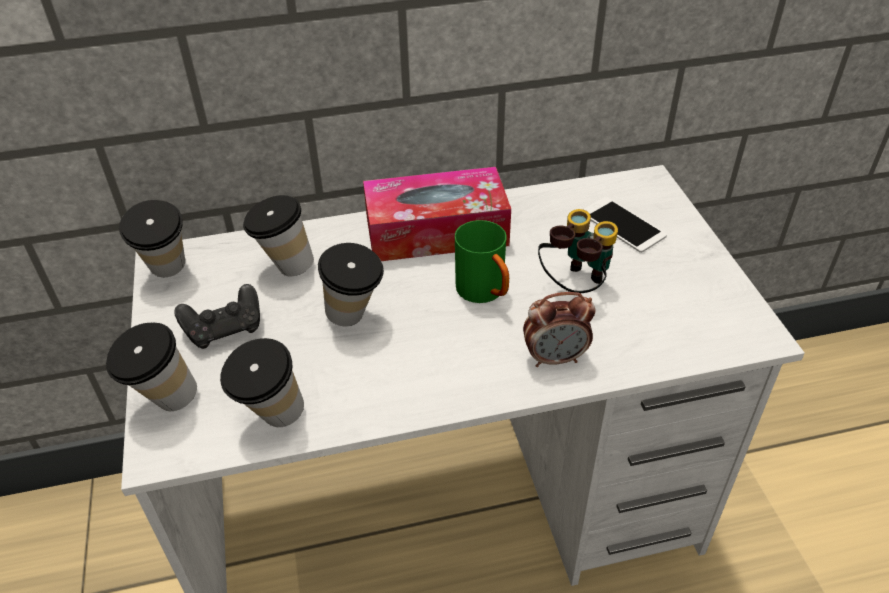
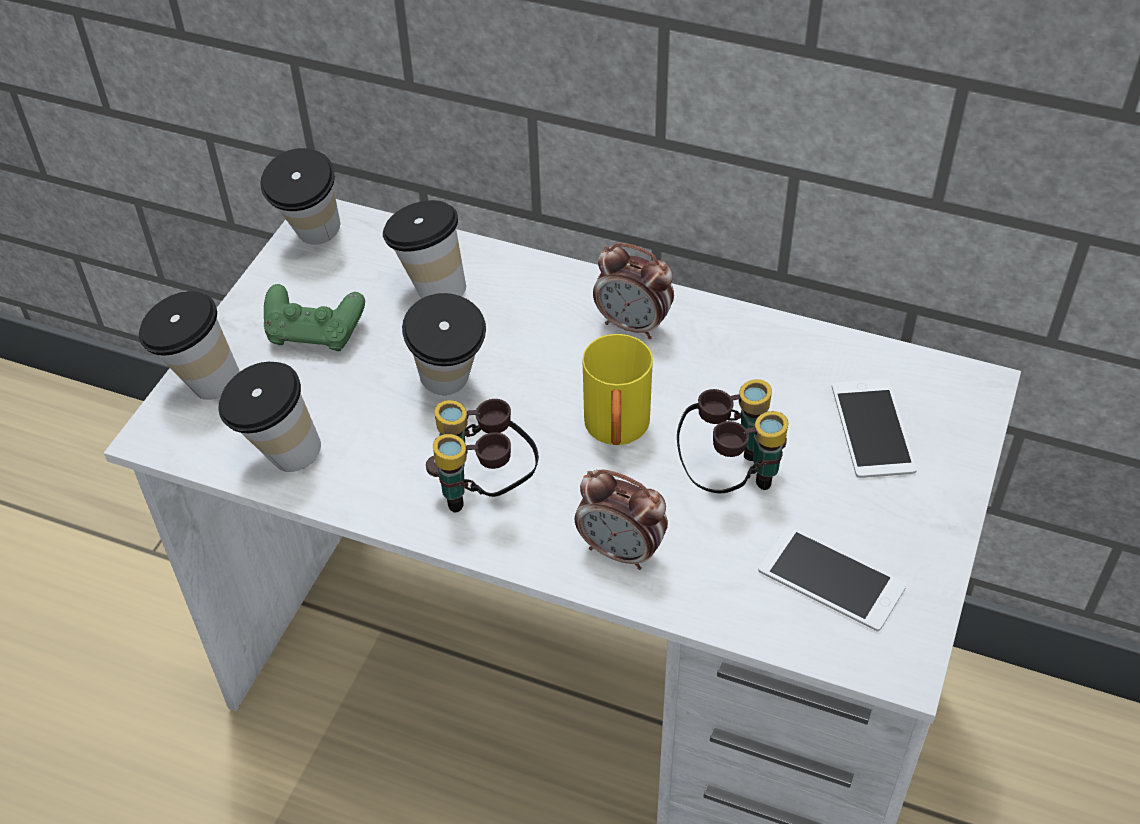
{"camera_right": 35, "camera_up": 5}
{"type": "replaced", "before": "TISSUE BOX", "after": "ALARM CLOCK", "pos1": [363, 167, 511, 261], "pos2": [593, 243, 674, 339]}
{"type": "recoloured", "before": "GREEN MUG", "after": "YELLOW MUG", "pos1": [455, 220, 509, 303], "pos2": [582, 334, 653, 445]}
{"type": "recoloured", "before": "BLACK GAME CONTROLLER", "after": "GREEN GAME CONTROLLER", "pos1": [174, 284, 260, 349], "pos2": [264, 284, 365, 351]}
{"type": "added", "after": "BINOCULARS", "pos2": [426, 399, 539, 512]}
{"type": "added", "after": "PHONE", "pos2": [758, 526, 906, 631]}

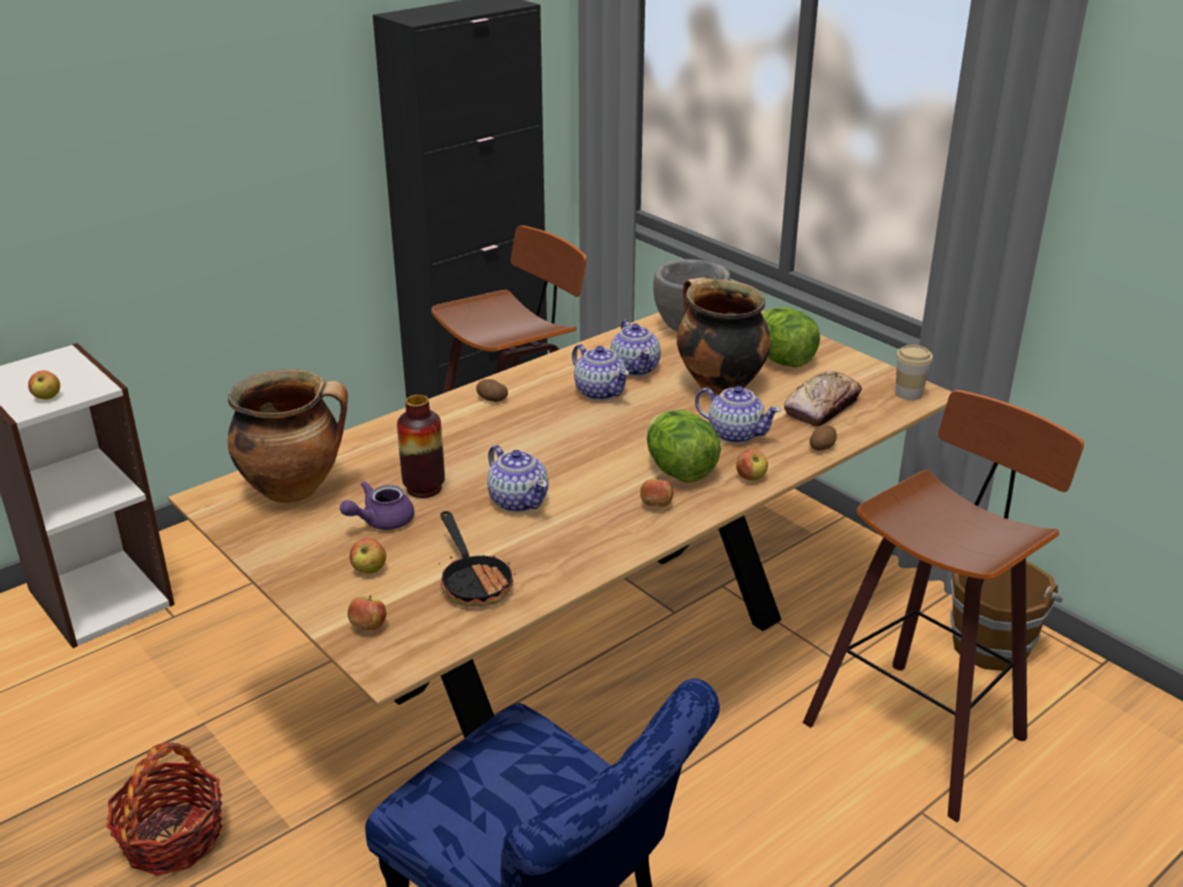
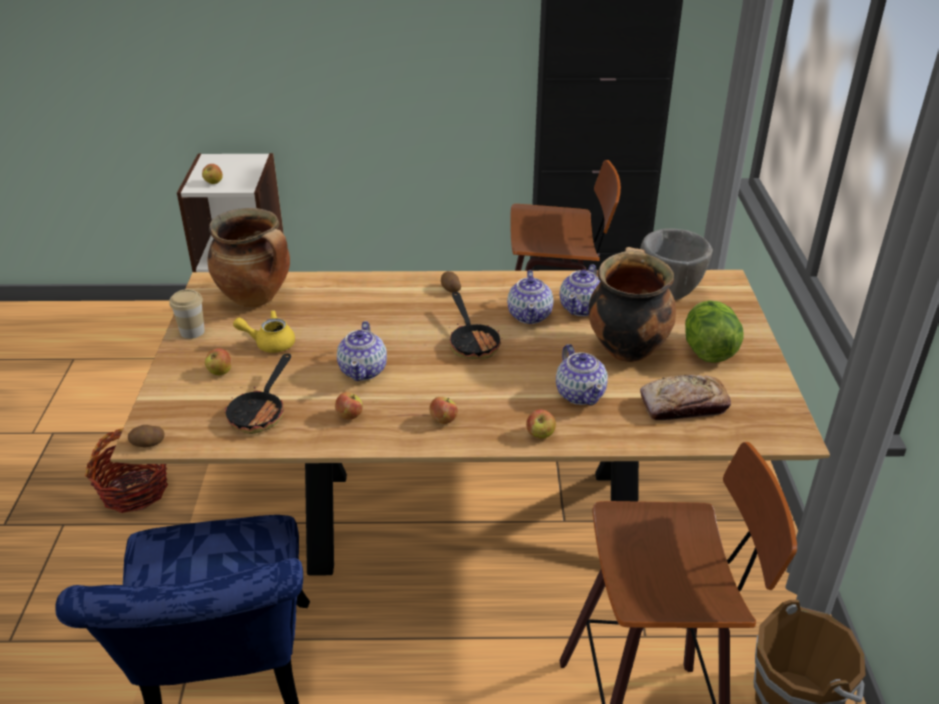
{"camera_right": 40, "camera_up": 5}
{"type": "moved", "before": "CUP", "pos1": [895, 345, 933, 400], "pos2": [169, 289, 205, 339]}
{"type": "removed", "before": "VASE", "pos1": [397, 395, 445, 498]}
{"type": "removed", "before": "LETTUCE", "pos1": [647, 410, 721, 483]}
{"type": "moved", "before": "POTATO", "pos1": [810, 425, 837, 450], "pos2": [128, 425, 165, 448]}
{"type": "recoloured", "before": "PURPLE TEAPOT", "after": "YELLOW TEAPOT", "pos1": [340, 481, 414, 530], "pos2": [233, 310, 295, 353]}
{"type": "moved", "before": "APPLE", "pos1": [348, 595, 386, 631], "pos2": [335, 392, 363, 420]}
{"type": "added", "after": "FRYING PAN", "pos2": [449, 292, 503, 359]}

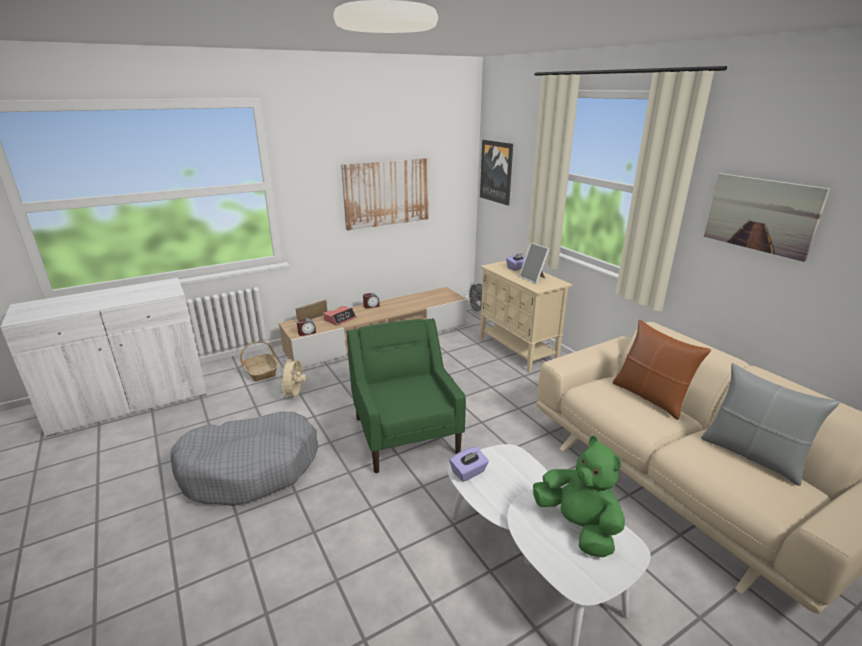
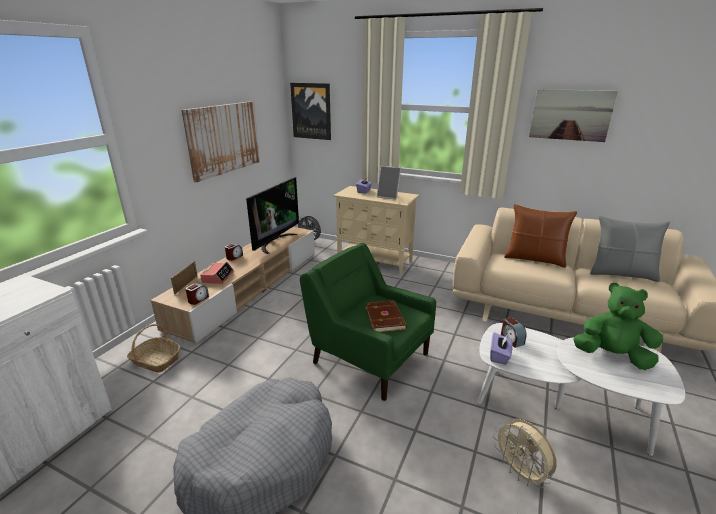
{"camera_right": -35, "camera_up": 0}
{"type": "moved", "before": "BEIGE FAN", "pos1": [279, 356, 306, 400], "pos2": [493, 419, 557, 488]}
{"type": "added", "after": "TELEVISION", "pos2": [246, 177, 299, 254]}
{"type": "added", "after": "BROWN BOOK", "pos2": [365, 301, 407, 332]}
{"type": "added", "after": "ALARM CLOCK", "pos2": [501, 317, 527, 348]}

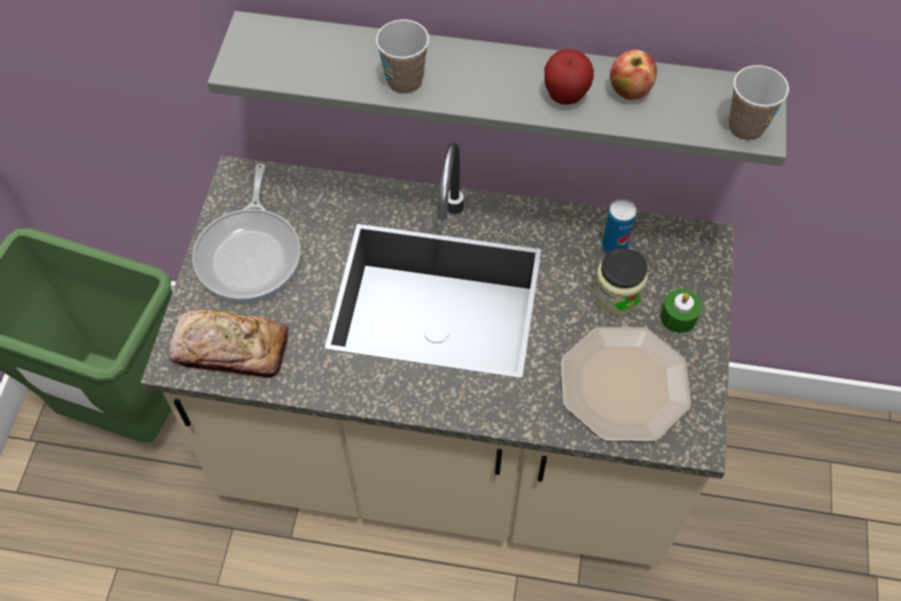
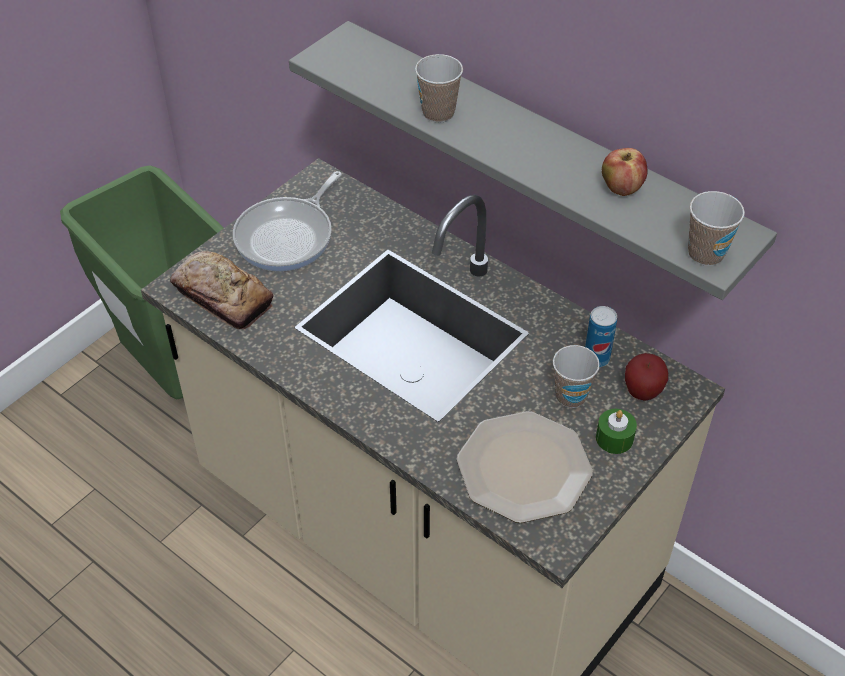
{"camera_right": 30, "camera_up": -10}
{"type": "moved", "before": "APPLE", "pos1": [544, 49, 594, 105], "pos2": [625, 353, 668, 401]}
{"type": "replaced", "before": "JAR", "after": "CUP", "pos1": [593, 248, 648, 315], "pos2": [553, 345, 600, 408]}

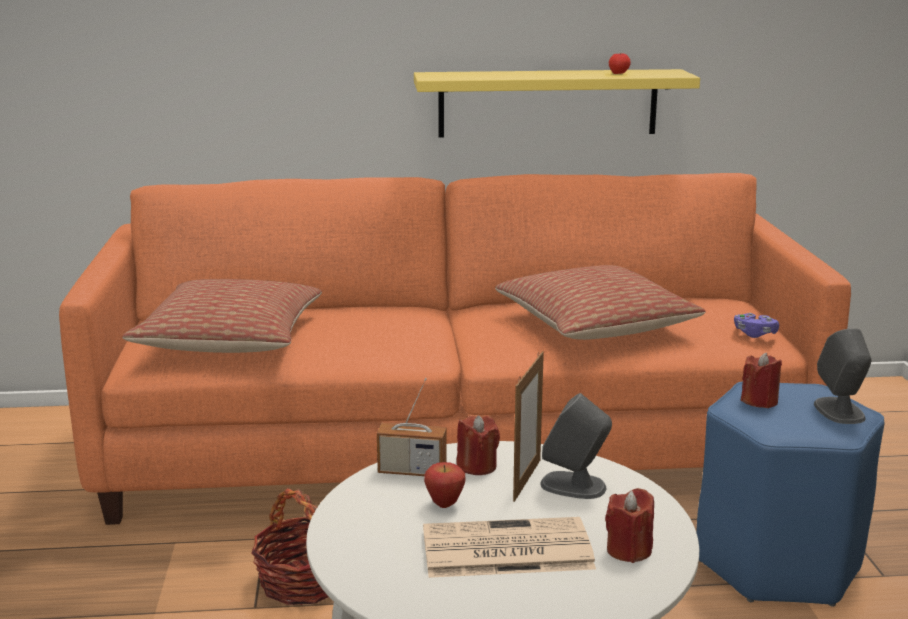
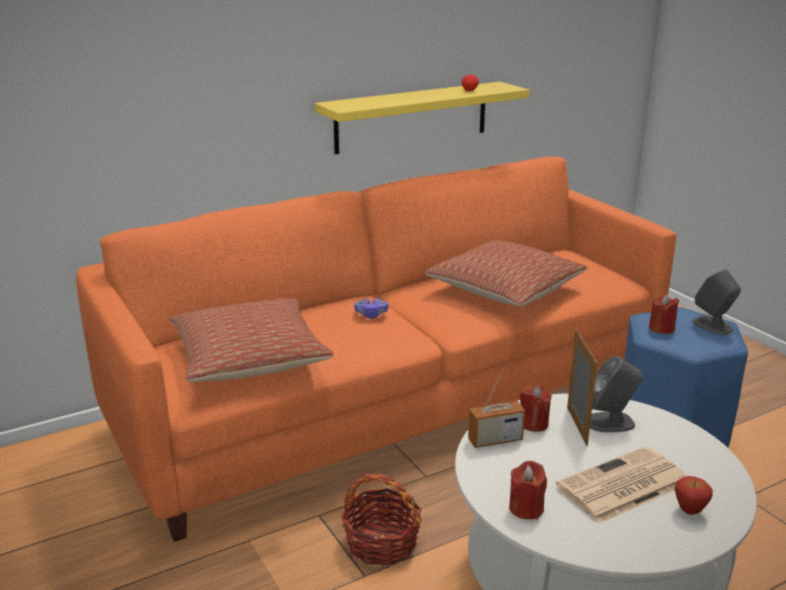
{"camera_right": -25, "camera_up": 5}
{"type": "moved", "before": "PURPLE GAME CONTROLLER", "pos1": [734, 313, 779, 338], "pos2": [354, 299, 388, 319]}
{"type": "moved", "before": "APPLE", "pos1": [424, 462, 466, 508], "pos2": [674, 476, 713, 515]}
{"type": "moved", "before": "RED CANDLE", "pos1": [605, 488, 654, 563], "pos2": [509, 461, 547, 519]}

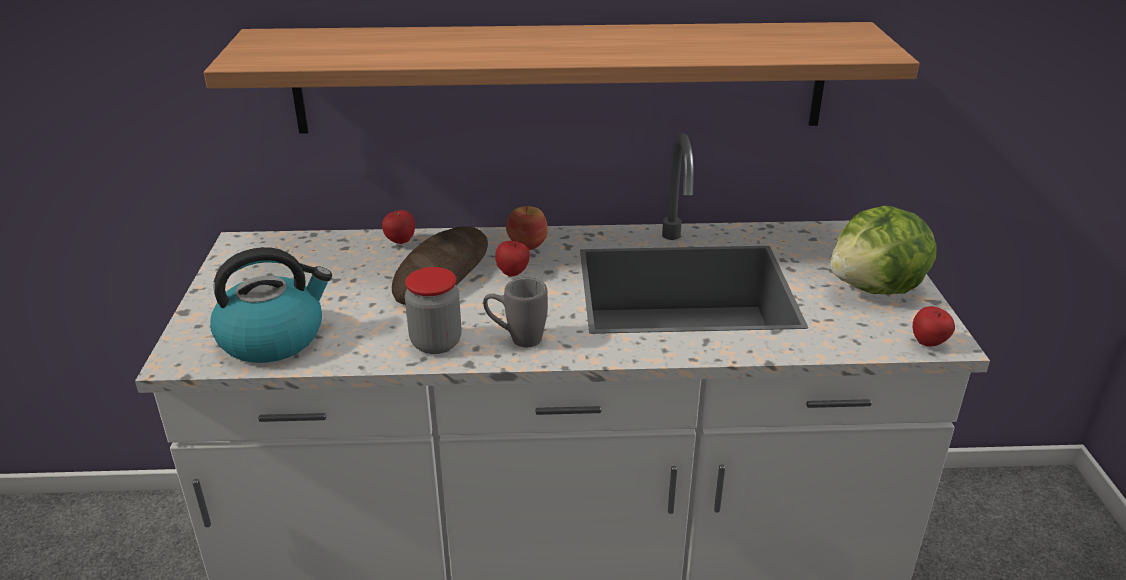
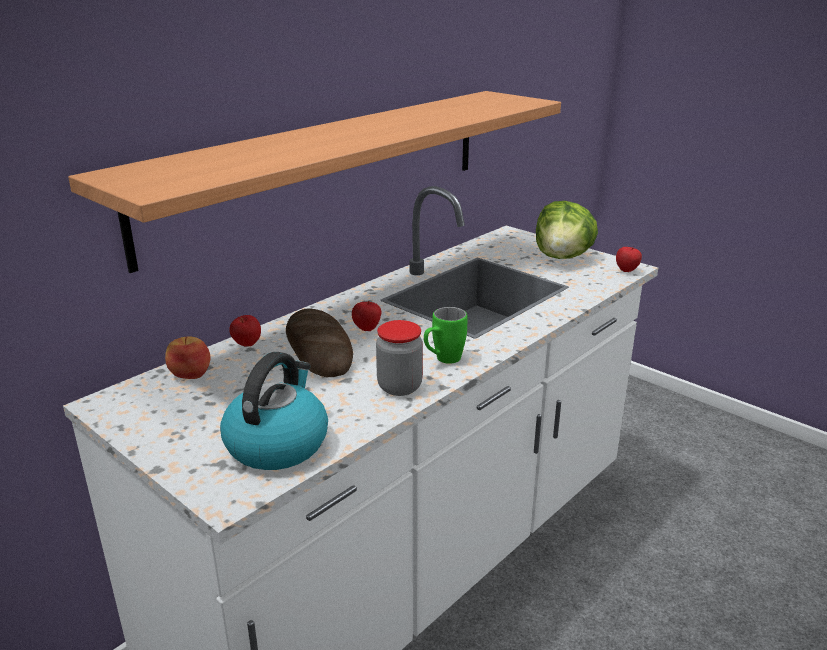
{"camera_right": -45, "camera_up": -5}
{"type": "moved", "before": "APPLE", "pos1": [506, 206, 548, 250], "pos2": [165, 337, 210, 379]}
{"type": "recoloured", "before": "GREY MUG", "after": "GREEN MUG", "pos1": [483, 278, 548, 347], "pos2": [424, 307, 468, 364]}

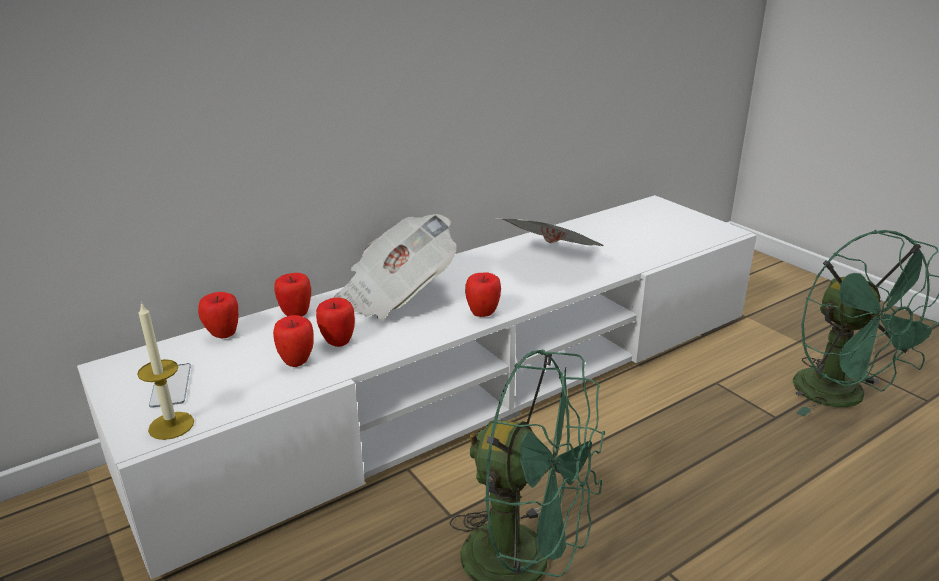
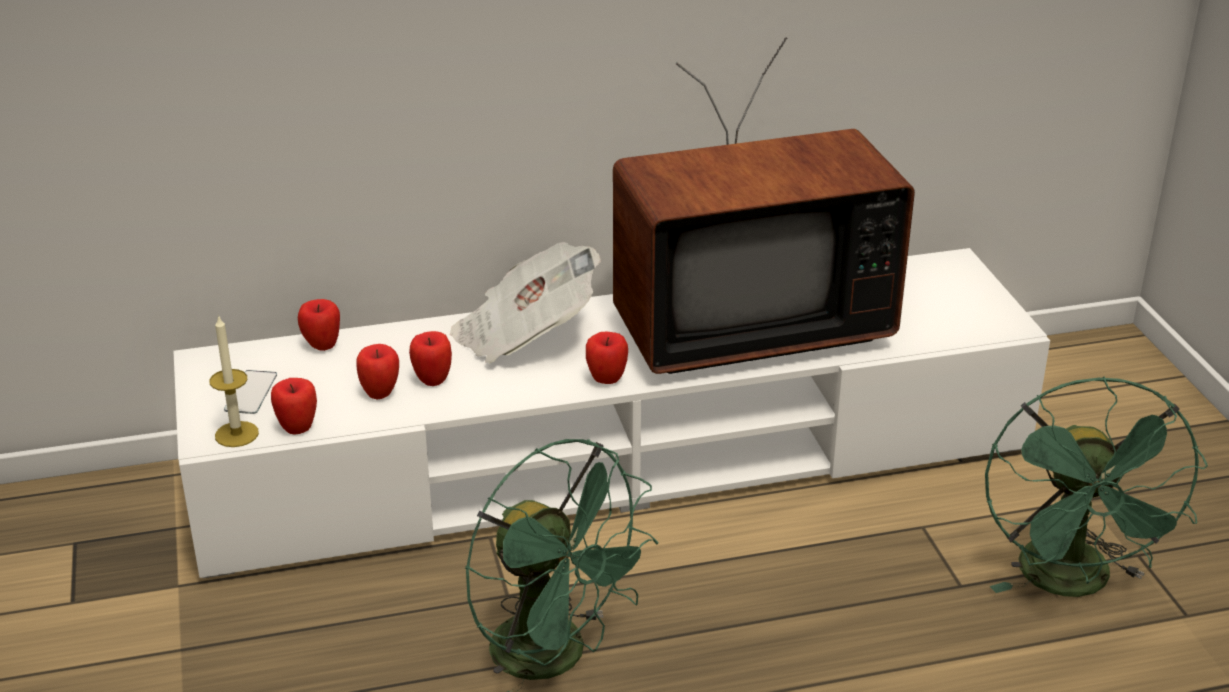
{"camera_right": 20, "camera_up": 5}
{"type": "replaced", "before": "NEWSPAPER", "after": "TELEVISION", "pos1": [496, 218, 603, 247], "pos2": [613, 37, 915, 374]}
{"type": "moved", "before": "APPLE", "pos1": [274, 273, 311, 316], "pos2": [271, 378, 317, 435]}

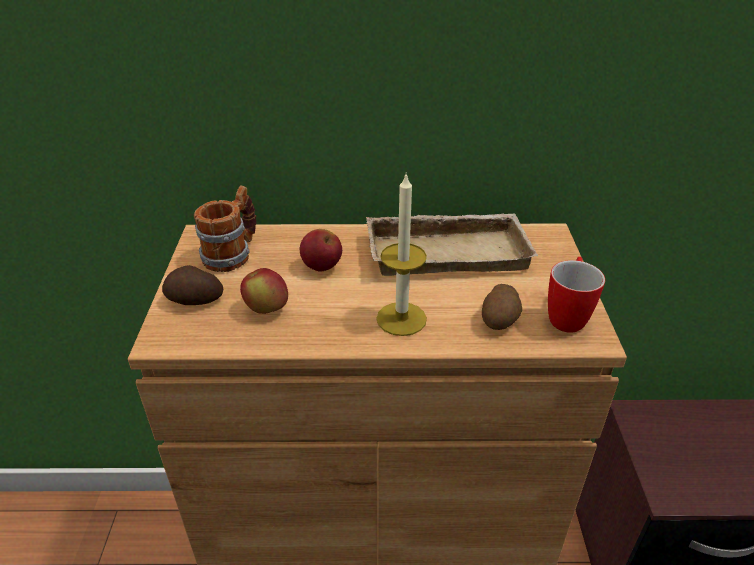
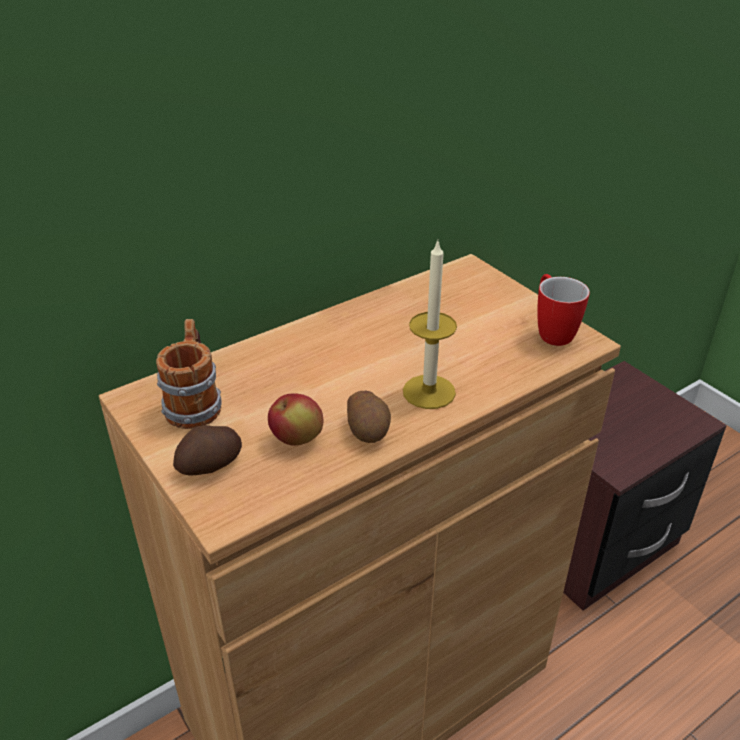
{"camera_right": -35, "camera_up": 0}
{"type": "removed", "before": "BEIGE TRAY", "pos1": [366, 213, 538, 276]}
{"type": "removed", "before": "APPLE", "pos1": [300, 229, 342, 272]}
{"type": "moved", "before": "POTATO", "pos1": [482, 284, 522, 330], "pos2": [347, 391, 391, 443]}

